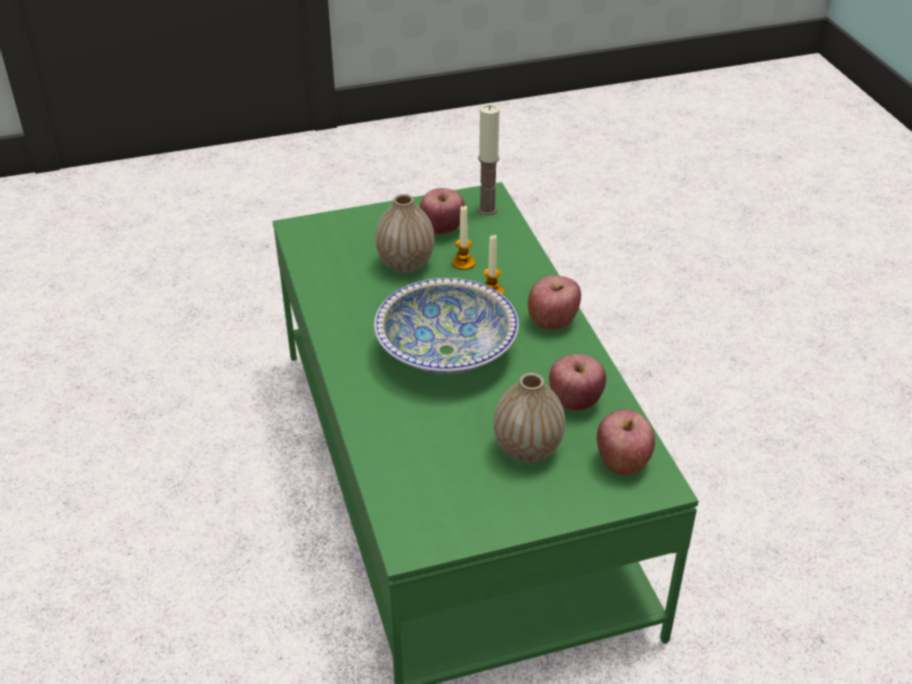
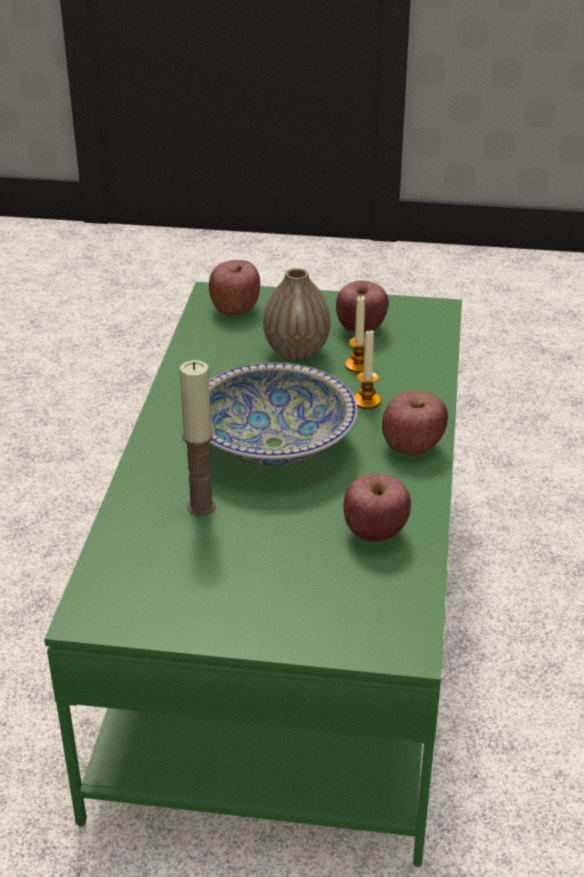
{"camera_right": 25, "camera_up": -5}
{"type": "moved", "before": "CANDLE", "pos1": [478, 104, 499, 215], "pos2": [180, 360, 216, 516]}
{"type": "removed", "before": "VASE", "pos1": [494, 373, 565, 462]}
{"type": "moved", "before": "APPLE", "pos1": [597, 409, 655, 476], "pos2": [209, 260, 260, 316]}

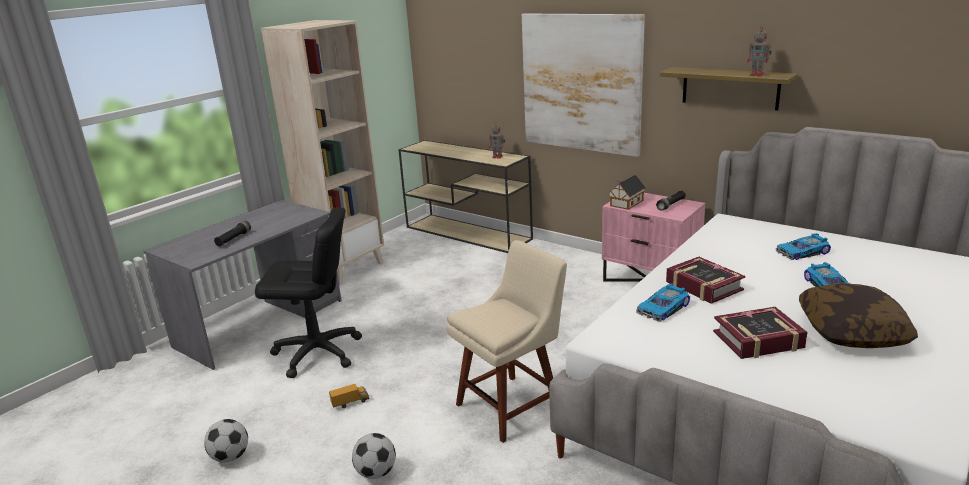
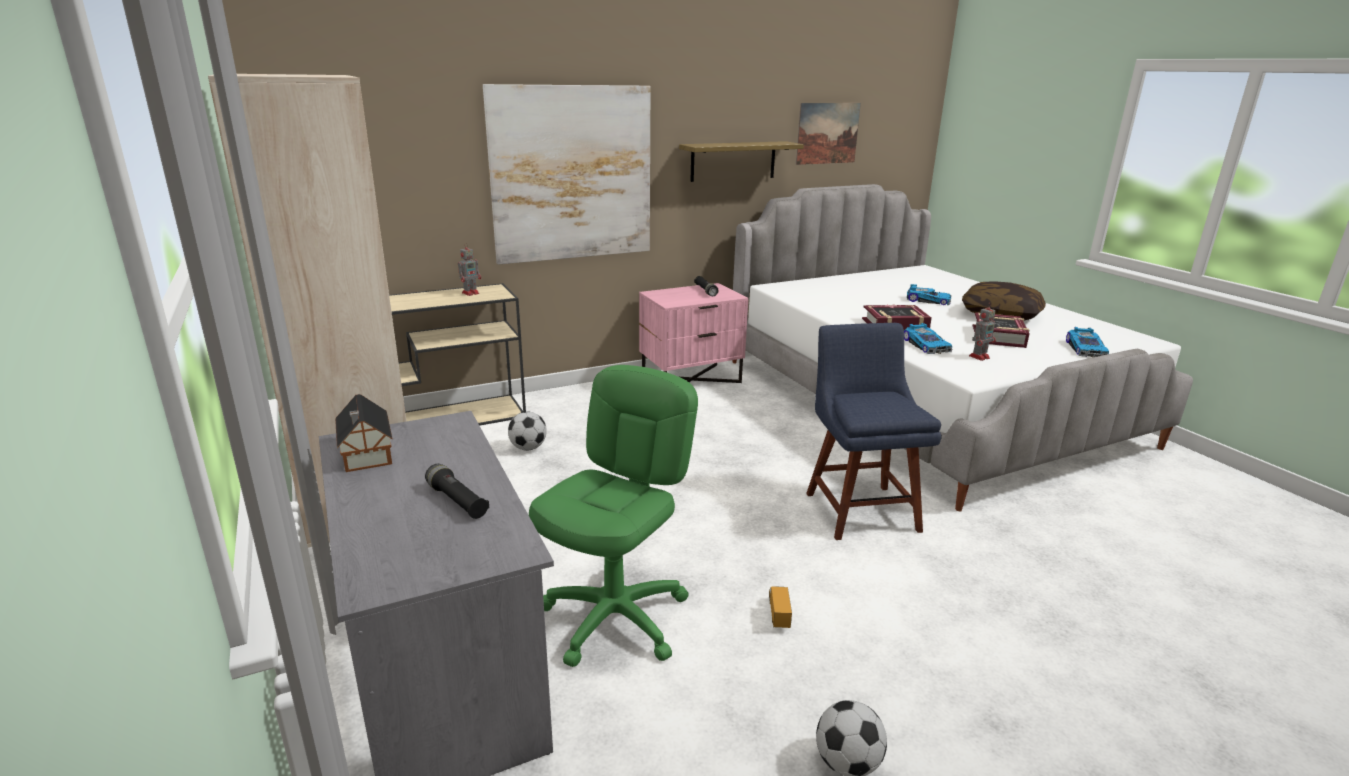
{"camera_right": -65, "camera_up": 0}
{"type": "moved", "before": "TOY ROBOT", "pos1": [747, 26, 772, 76], "pos2": [969, 304, 996, 361]}
{"type": "moved", "before": "TOY HOUSE", "pos1": [609, 175, 646, 210], "pos2": [335, 394, 393, 472]}
{"type": "recoloured", "before": "BLACK OFFICE CHAIR", "after": "GREEN OFFICE CHAIR", "pos1": [255, 207, 362, 378], "pos2": [529, 365, 698, 667]}
{"type": "moved", "before": "TOY CAR", "pos1": [776, 233, 831, 260], "pos2": [1066, 327, 1109, 357]}
{"type": "recoloured", "before": "BEIGE CHAIR", "after": "BLUE CHAIR", "pos1": [446, 240, 567, 443], "pos2": [806, 323, 942, 540]}
{"type": "moved", "before": "FOOTBALL", "pos1": [352, 433, 396, 479], "pos2": [508, 412, 547, 451]}
{"type": "added", "after": "PICTURE", "pos2": [796, 103, 861, 165]}

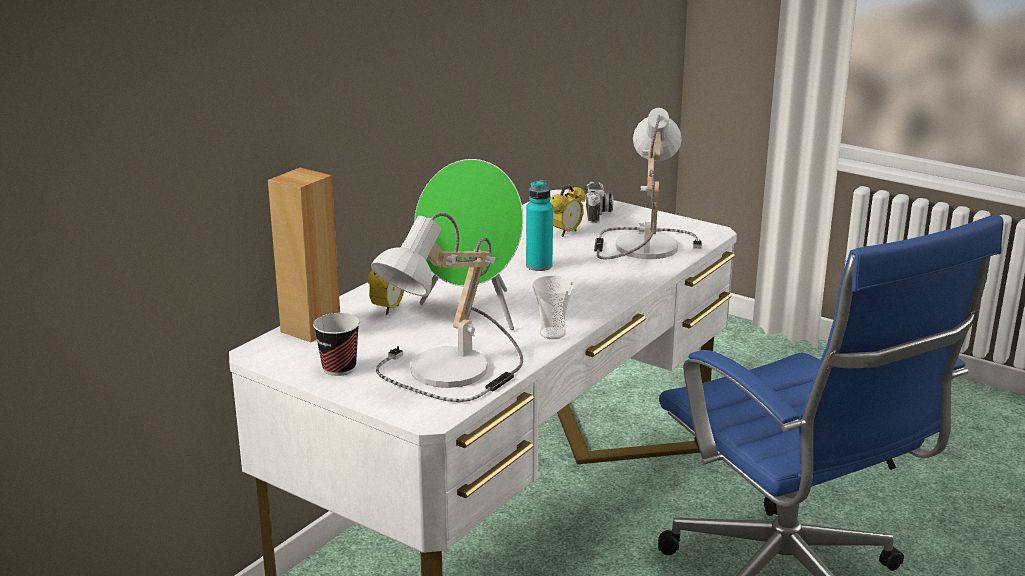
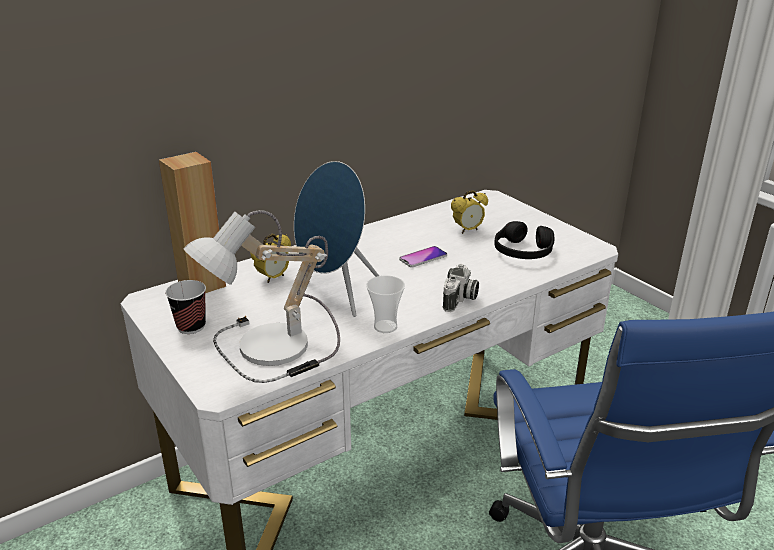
{"camera_right": 20, "camera_up": 5}
{"type": "replaced", "before": "TABLE LAMP", "after": "BLACK HEADPHONES", "pos1": [594, 108, 702, 260], "pos2": [494, 221, 554, 259]}
{"type": "recoloured", "before": "GREEN SPEAKER", "after": "BLUE SPEAKER", "pos1": [414, 159, 523, 330], "pos2": [294, 161, 379, 317]}
{"type": "replaced", "before": "TURQUOISE BOTTLE", "after": "PHONE", "pos1": [526, 180, 553, 271], "pos2": [399, 246, 447, 268]}
{"type": "moved", "before": "PHOTO CAMERA", "pos1": [585, 182, 613, 223], "pos2": [443, 264, 479, 312]}

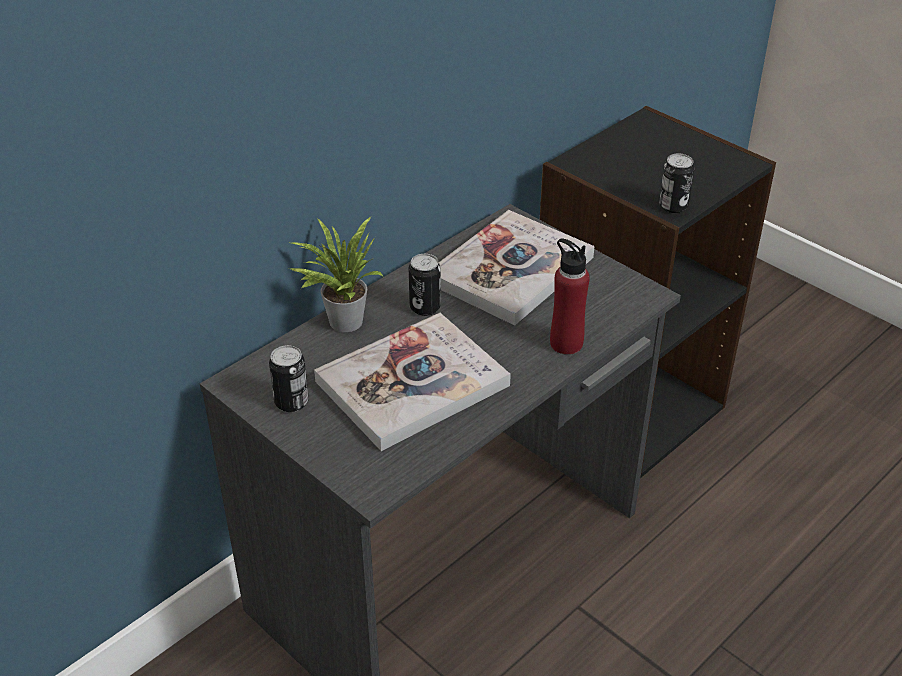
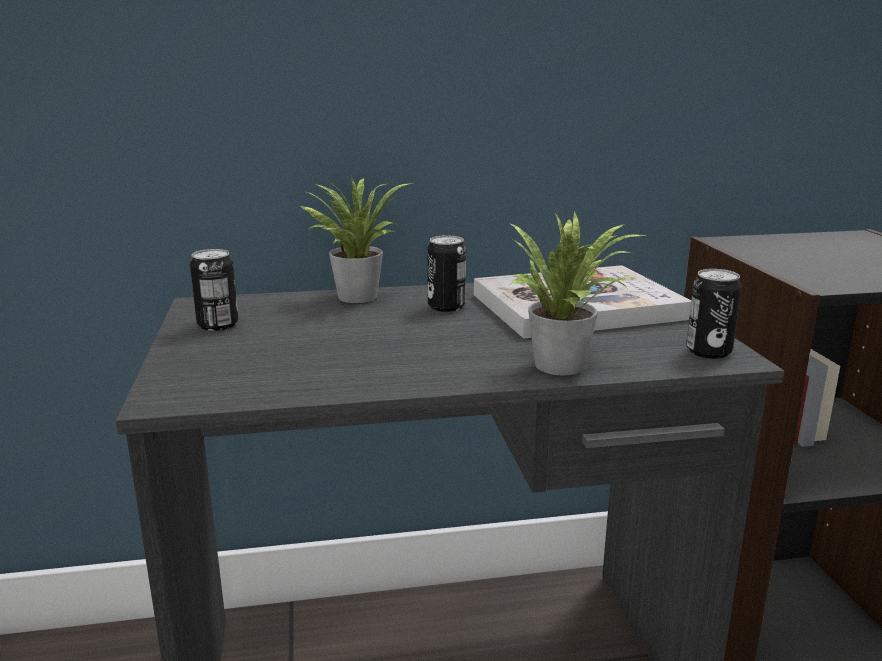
{"camera_right": 35, "camera_up": -20}
{"type": "moved", "before": "CAN", "pos1": [659, 154, 695, 213], "pos2": [686, 269, 742, 359]}
{"type": "replaced", "before": "RED BOTTLE", "after": "POTTED PLANT", "pos1": [550, 239, 590, 355], "pos2": [509, 211, 649, 376]}
{"type": "removed", "before": "BOOK", "pos1": [314, 313, 511, 451]}

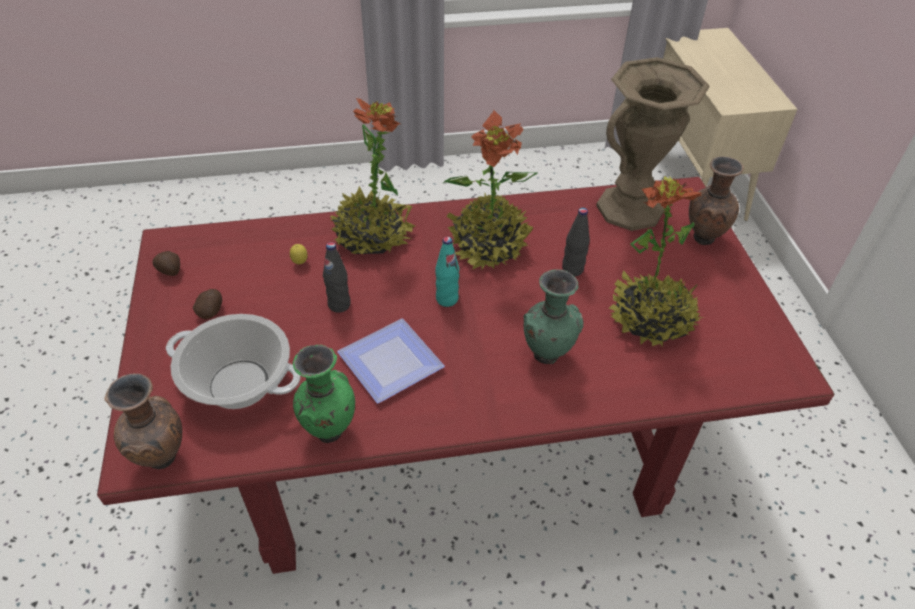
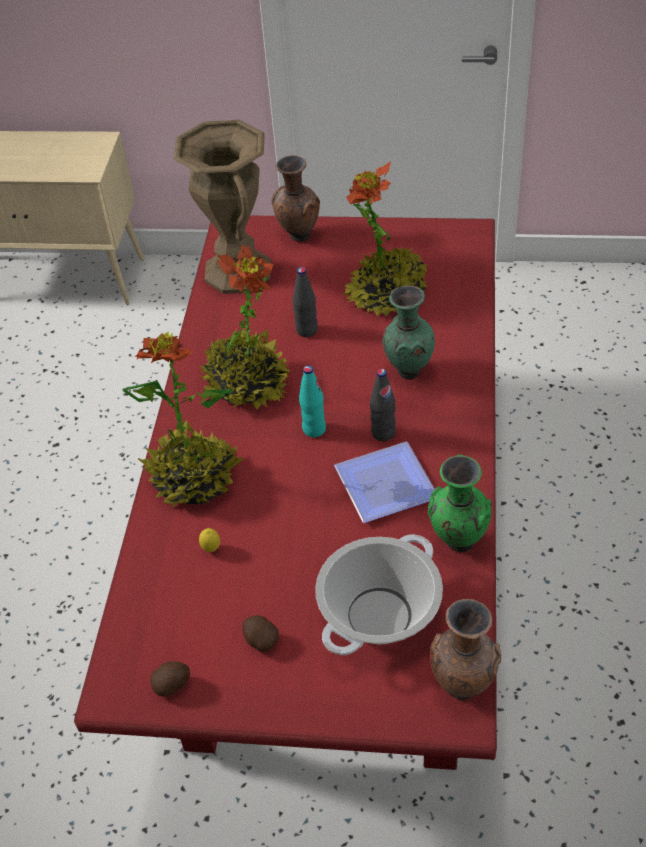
{"camera_right": -70, "camera_up": 0}
{"type": "moved", "before": "BLACK BOTTLE", "pos1": [323, 242, 351, 313], "pos2": [370, 369, 396, 441]}

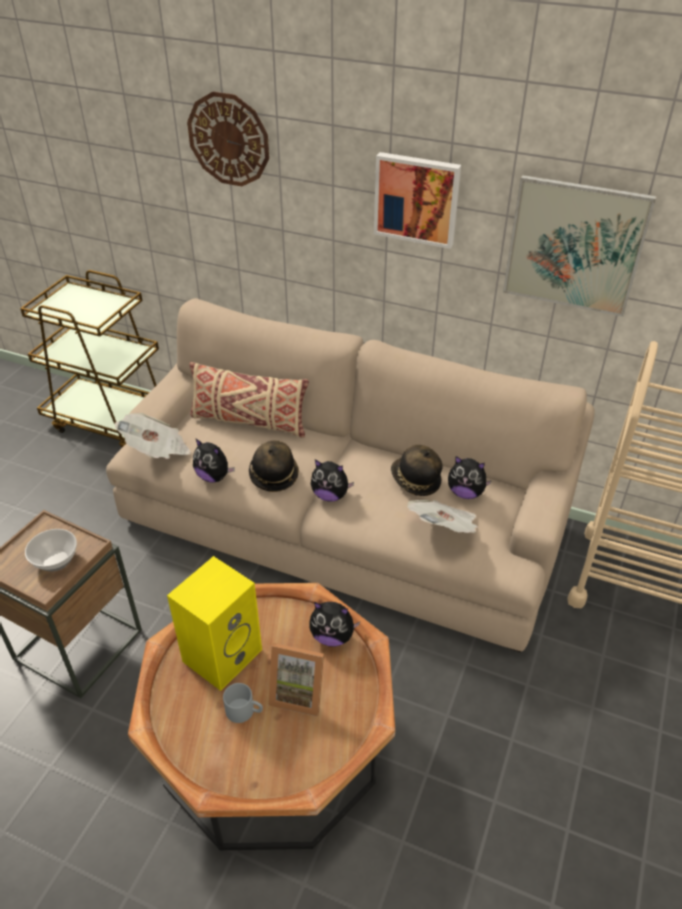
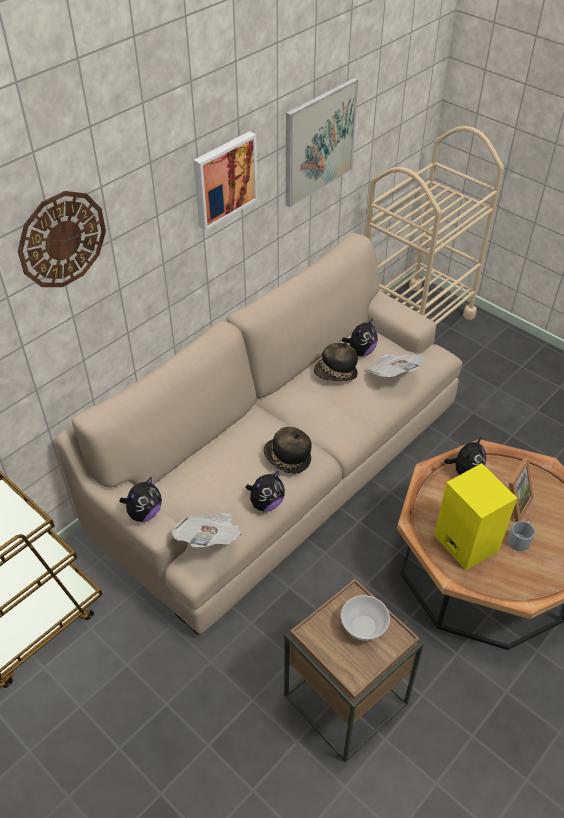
{"camera_right": -70, "camera_up": 5}
{"type": "removed", "before": "BEIGE PILLOW", "pos1": [190, 362, 309, 438]}
{"type": "moved", "before": "PLUSH TOY", "pos1": [311, 460, 354, 502], "pos2": [120, 477, 162, 522]}

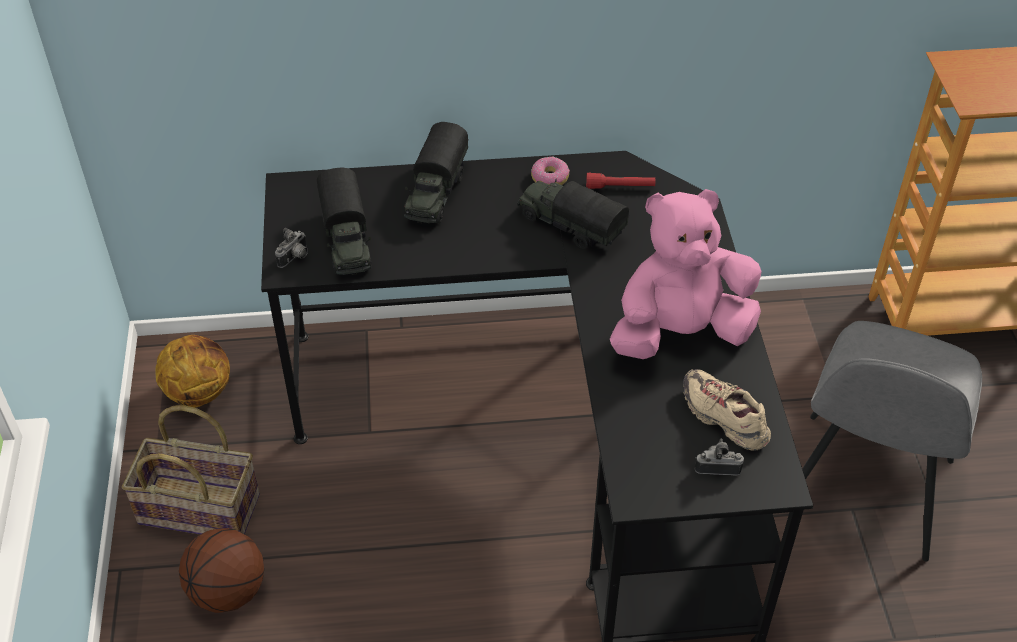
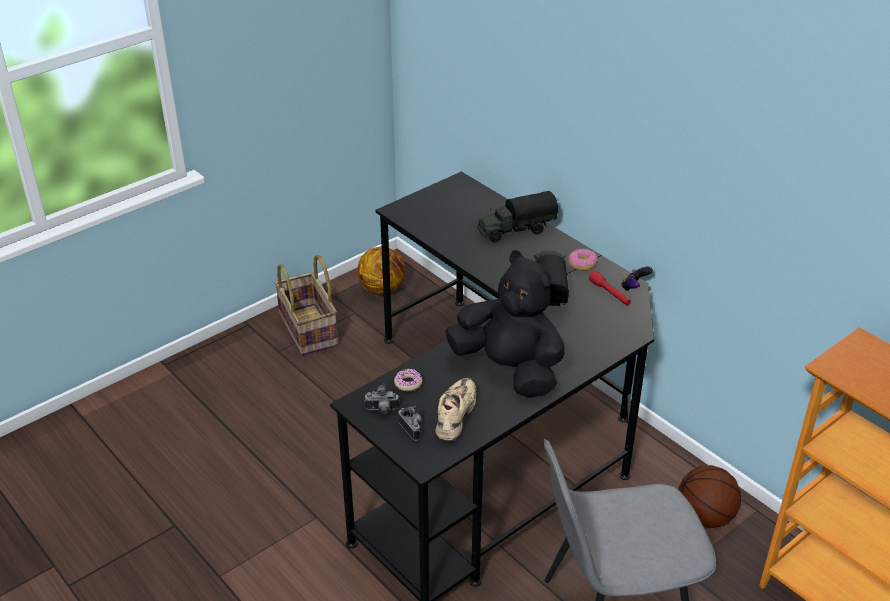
{"camera_right": 55, "camera_up": -10}
{"type": "removed", "before": "TOY TRUCK", "pos1": [317, 167, 371, 275]}
{"type": "recoloured", "before": "PINK PLUSH TOY", "after": "BLACK PLUSH TOY", "pos1": [610, 189, 762, 359], "pos2": [445, 250, 565, 397]}
{"type": "moved", "before": "PHOTO CAMERA", "pos1": [275, 228, 308, 268], "pos2": [364, 383, 399, 414]}
{"type": "moved", "before": "BASKETBALL", "pos1": [179, 528, 264, 613], "pos2": [678, 465, 741, 528]}
{"type": "added", "after": "GAME CONTROLLER", "pos2": [621, 267, 653, 291]}
{"type": "added", "after": "DONUT", "pos2": [394, 369, 422, 391]}

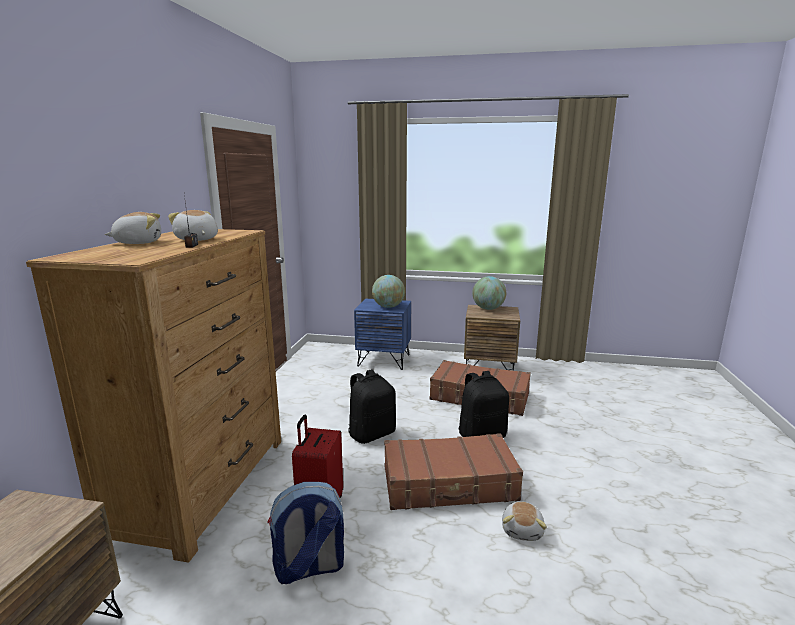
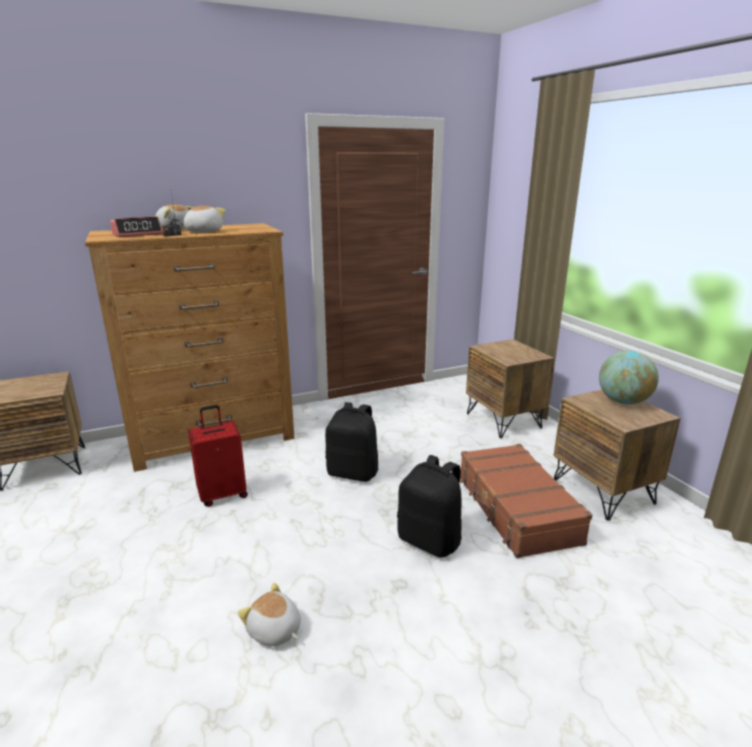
{"camera_right": 55, "camera_up": 5}
{"type": "removed", "before": "GLOBE", "pos1": [372, 275, 405, 308]}
{"type": "recoloured", "before": "BLUE NIGHTSTAND", "after": "BROWN NIGHTSTAND", "pos1": [354, 299, 411, 370], "pos2": [466, 339, 554, 438]}
{"type": "removed", "before": "BROWN SUITCASE", "pos1": [384, 433, 523, 510]}
{"type": "removed", "before": "BACKPACK", "pos1": [267, 482, 344, 584]}
{"type": "turned", "before": "PLUSH TOY", "pos1": [502, 501, 547, 541], "pos2": [238, 583, 301, 646], "turn": 60}
{"type": "added", "after": "ALARM CLOCK", "pos2": [110, 216, 163, 237]}

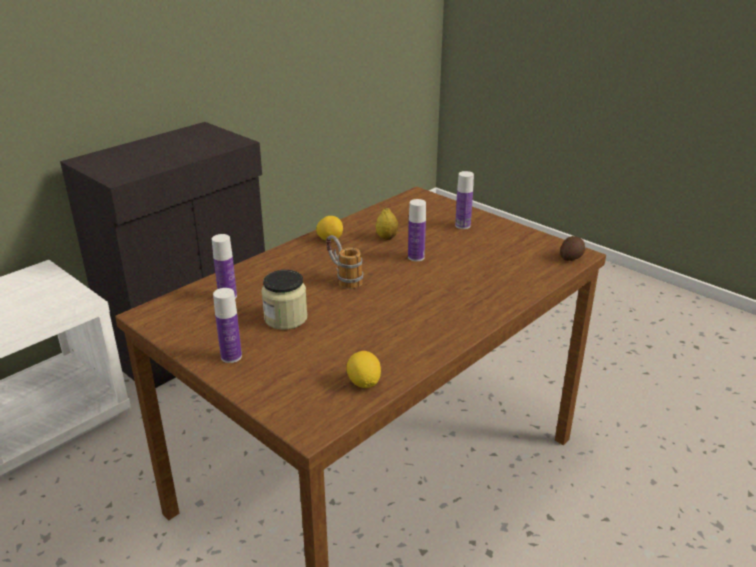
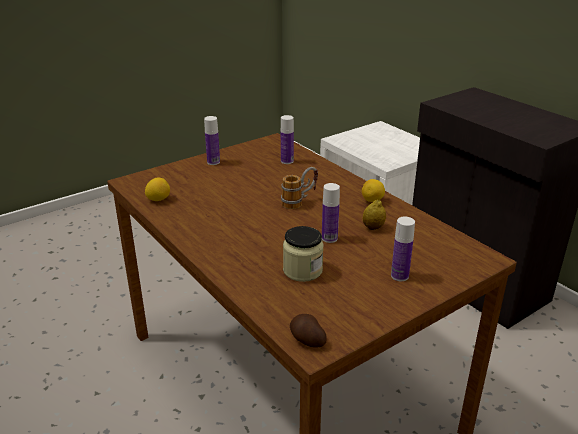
{"camera_right": 100, "camera_up": 0}
{"type": "moved", "before": "JAR", "pos1": [261, 270, 307, 330], "pos2": [283, 226, 324, 282]}

